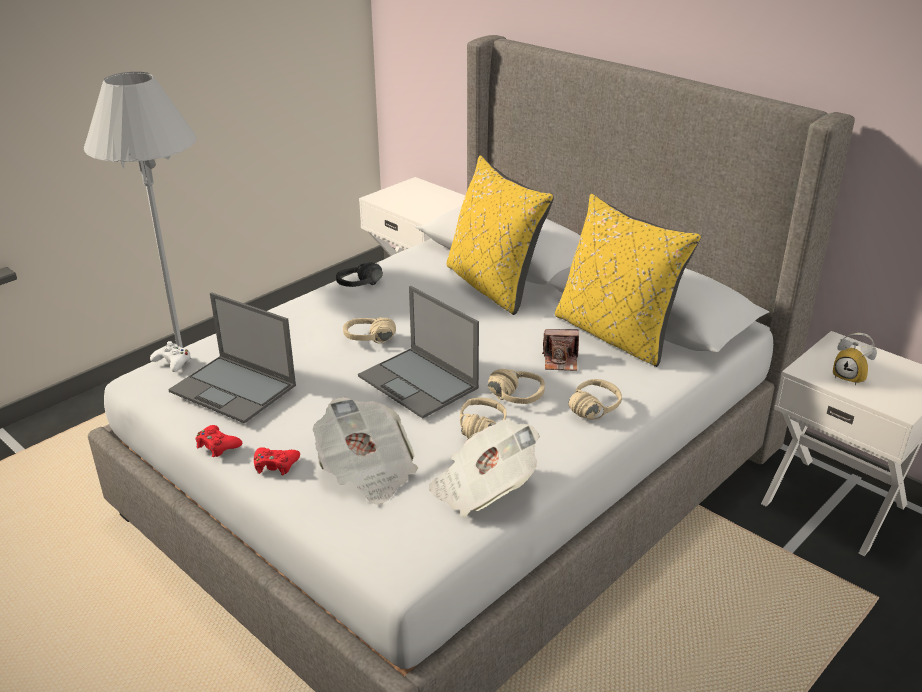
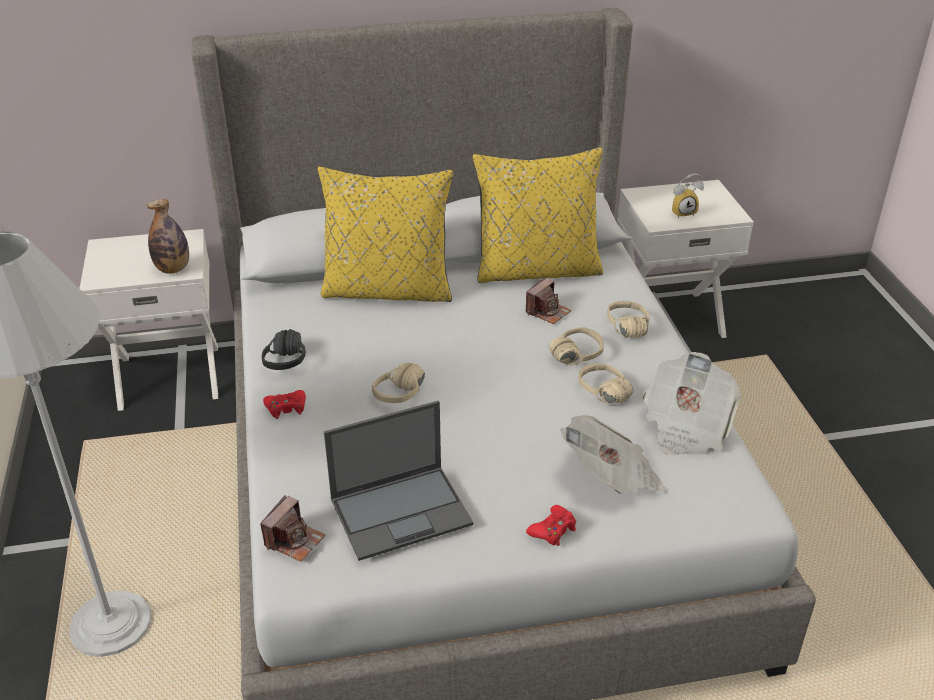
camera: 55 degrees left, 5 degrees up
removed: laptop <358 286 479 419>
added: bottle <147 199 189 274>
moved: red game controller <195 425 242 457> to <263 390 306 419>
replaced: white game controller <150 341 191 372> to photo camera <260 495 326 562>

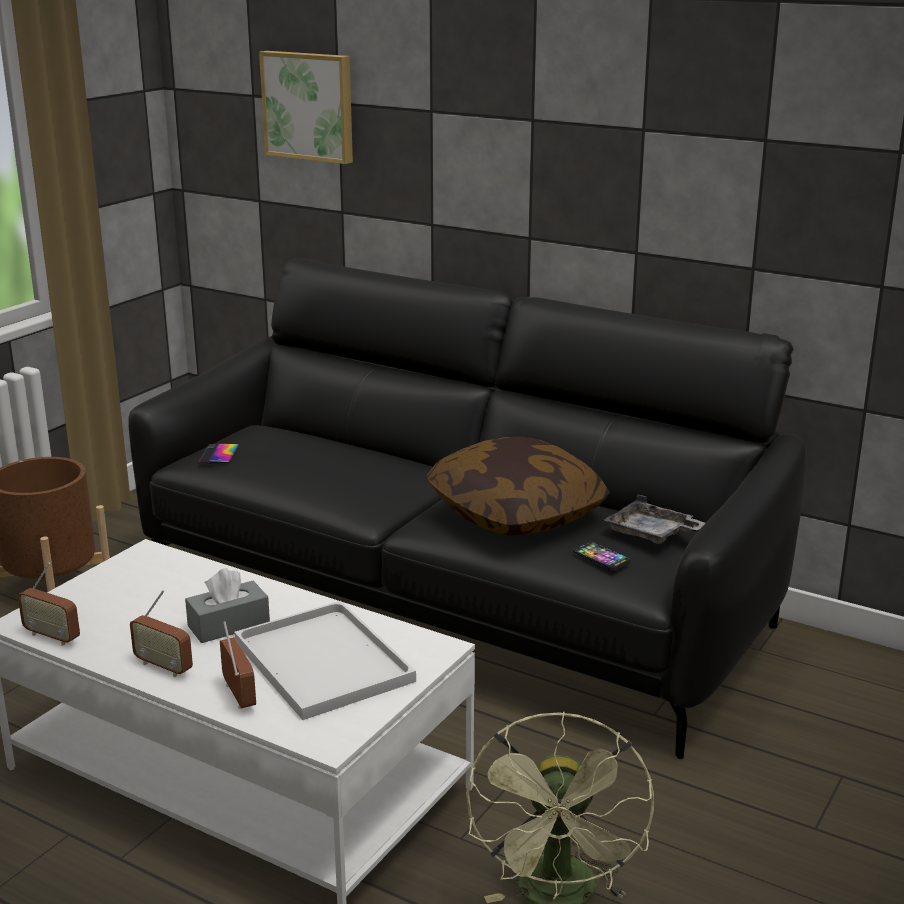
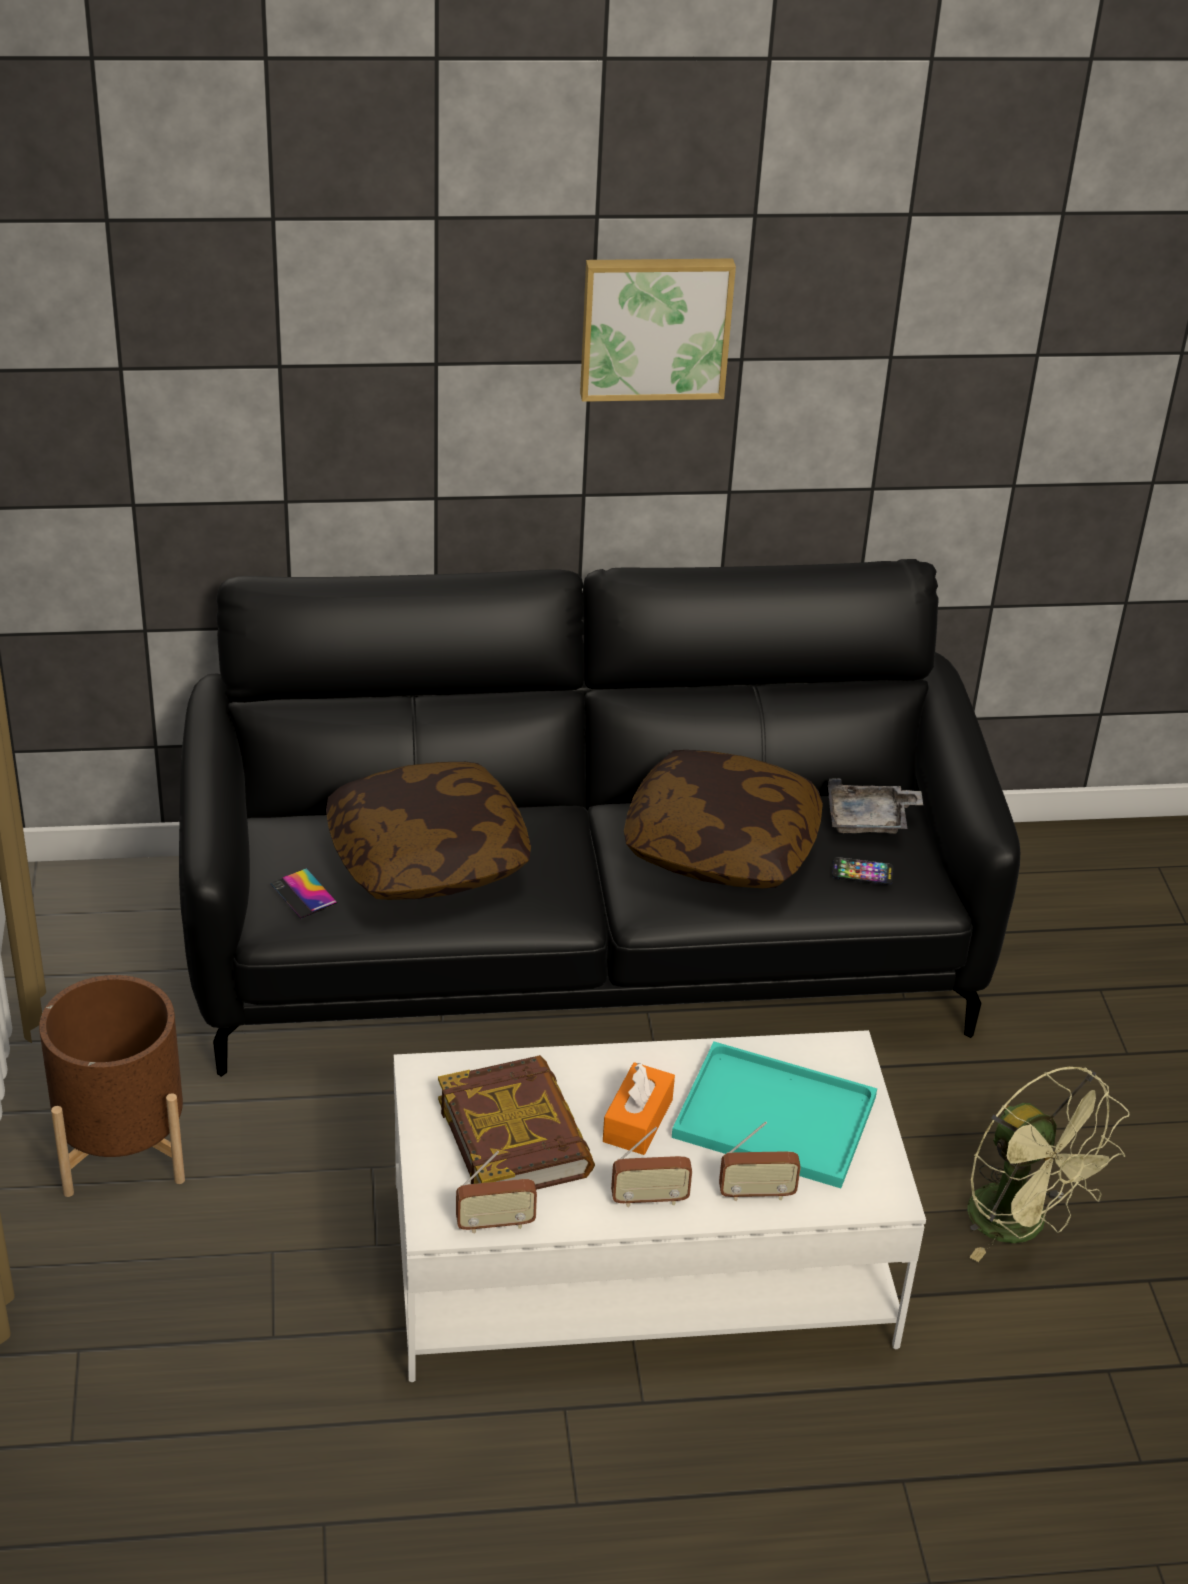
camera: 40 degrees left, 15 degrees up
added: pillow <326 762 531 900>; book <438 1055 595 1190>
moved: picture <259 51 353 164> to <580 259 736 402>
recoloured: grey tissue box <185 568 270 643> to orange tissue box <603 1062 675 1155>; white tray <234 601 416 720> to turquoise tray <672 1042 877 1188>
turned: radio <220 621 256 709> = <719 1121 801 1201> 150 degrees clockwise

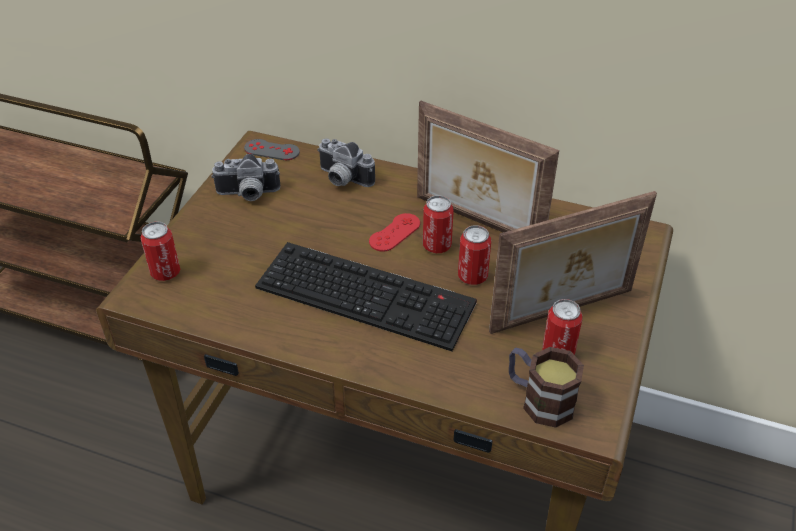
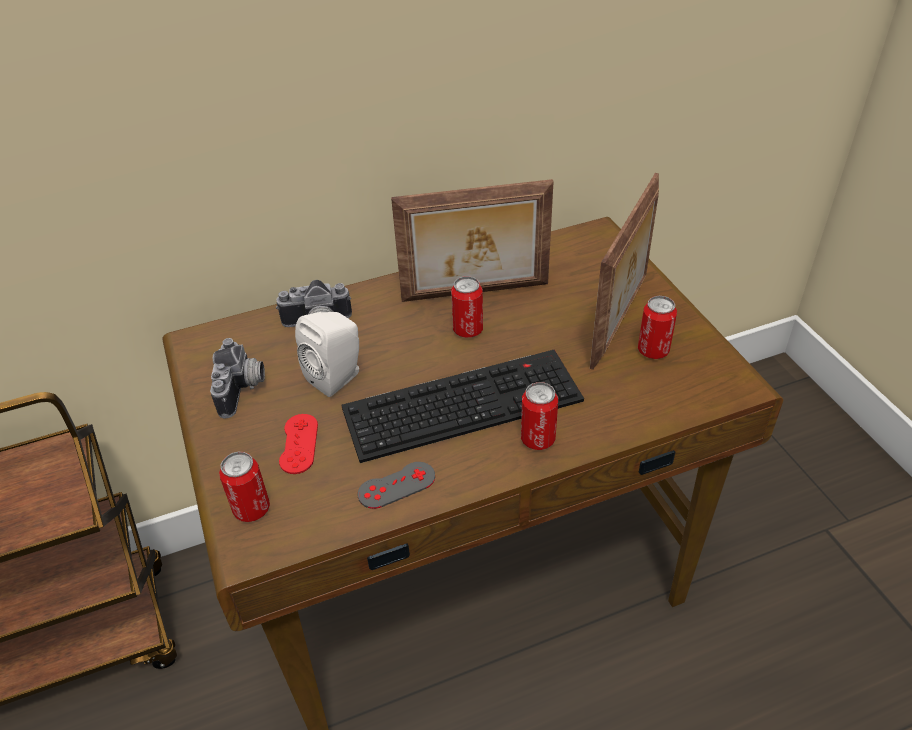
camera: 40 degrees left, 0 degrees up
removed: mug <509 347 584 428>
added: white speaker <295 312 359 397>
moved: grey game controller <244 139 300 160> to <358 462 435 509>; red game controller <369 213 420 252> to <279 414 318 474>; can <458 225 491 285> to <521 382 558 450>
turned: photo camera <211 154 280 201> = <210 338 265 419> 45 degrees counterclockwise

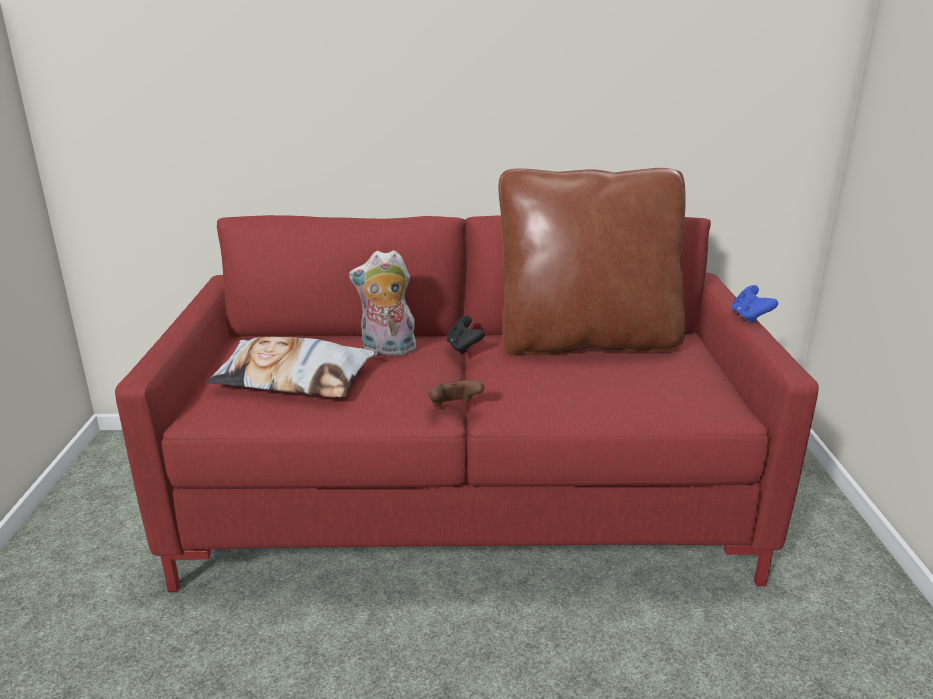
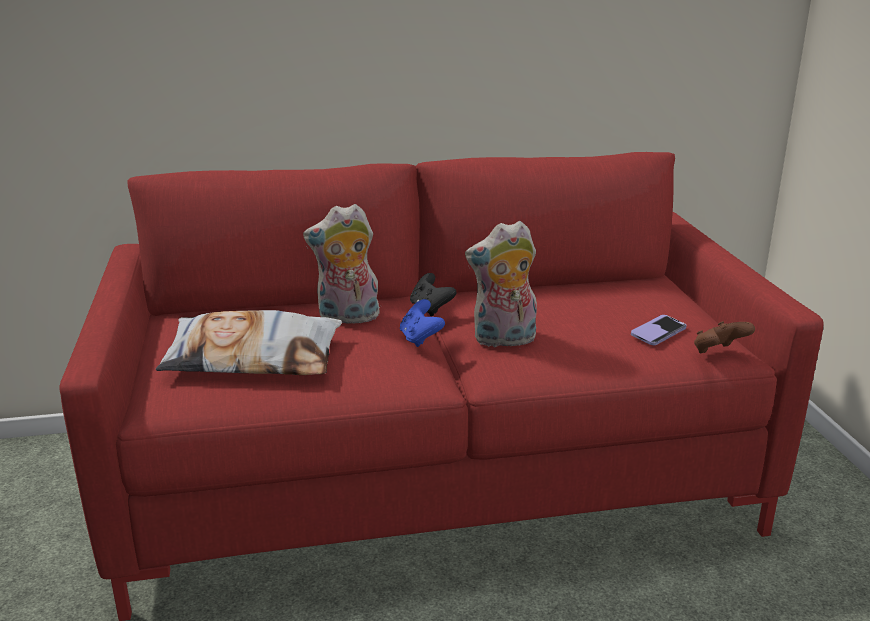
camera: 10 degrees left, 0 degrees up
removed: brown pillow <499 168 686 355>
added: plush toy <465 221 537 347>; phone <631 315 687 345>
moved: brown game controller <428 378 484 407> to <694 321 755 353>; blue game controller <732 285 778 323> to <400 299 445 347>

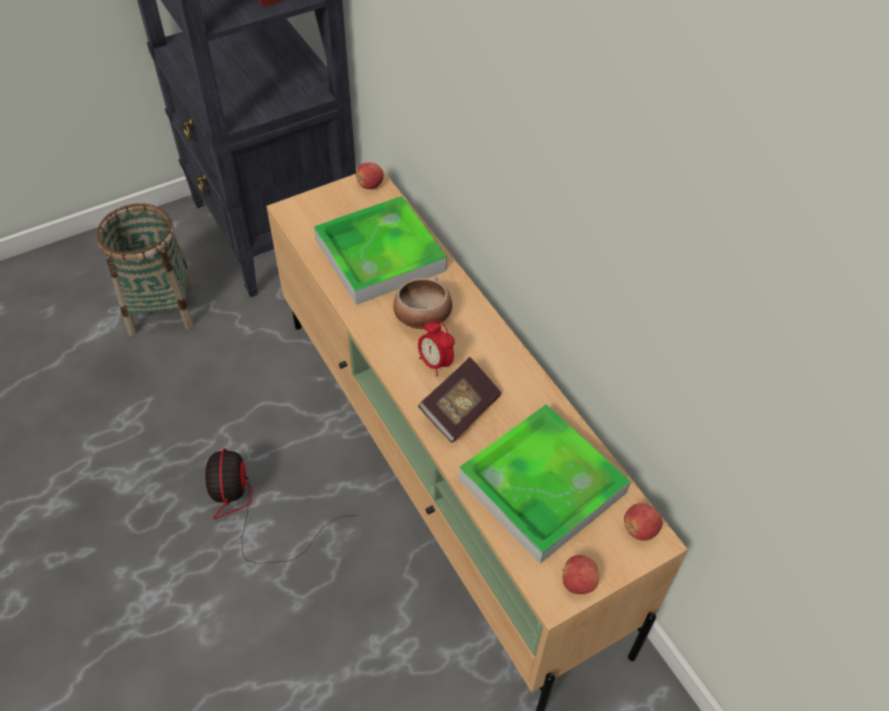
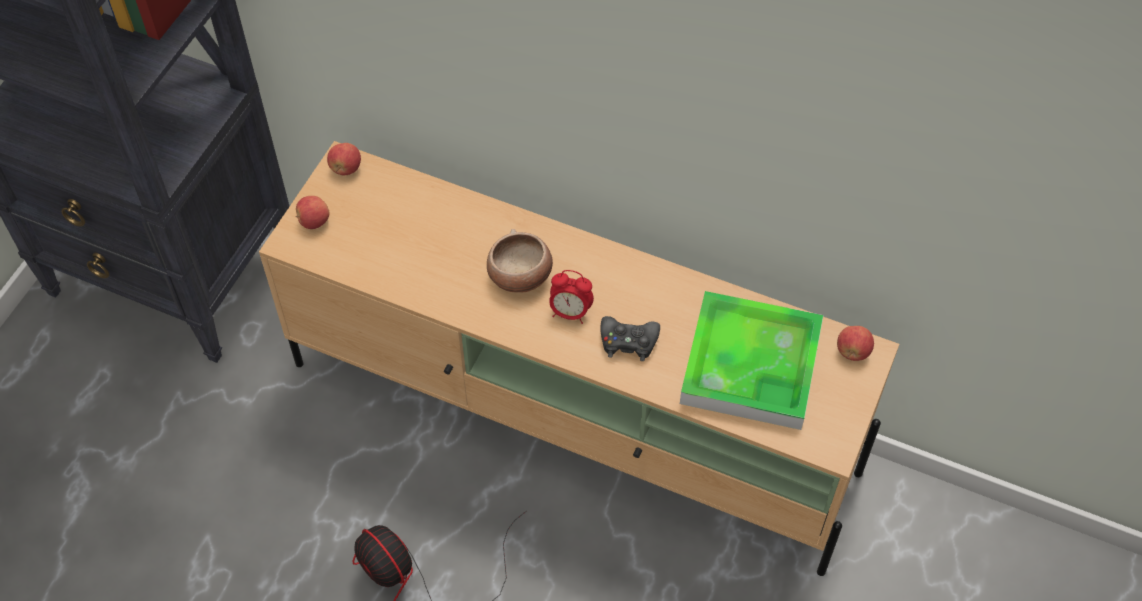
camera: 35 degrees left, 5 degrees up
removed: basket <96 203 194 337>; tray <314 196 447 305>
moved: apple <562 555 599 594> to <296 196 330 229>
replaced: book <418 357 501 443> to black game controller <600 316 660 361>

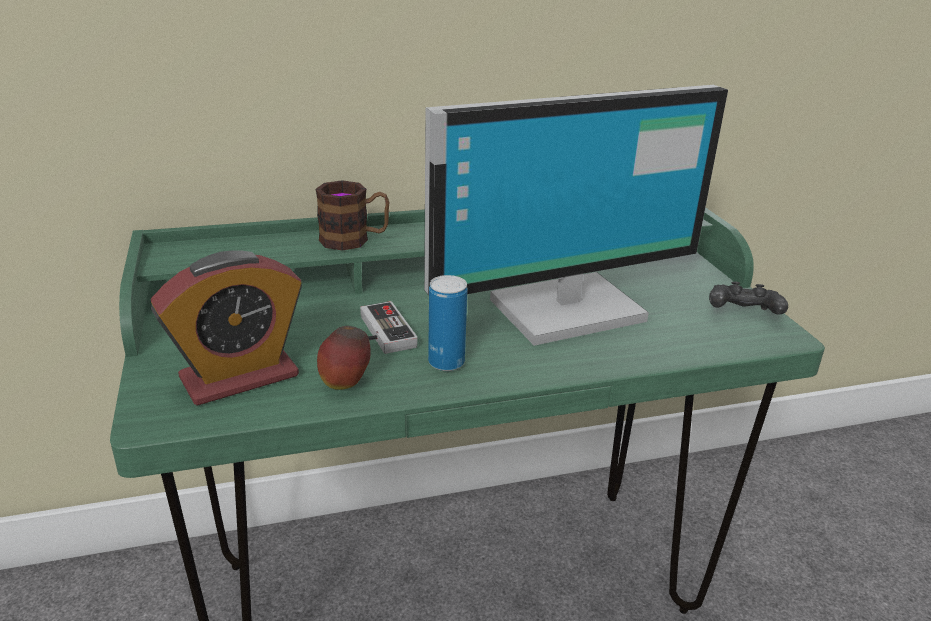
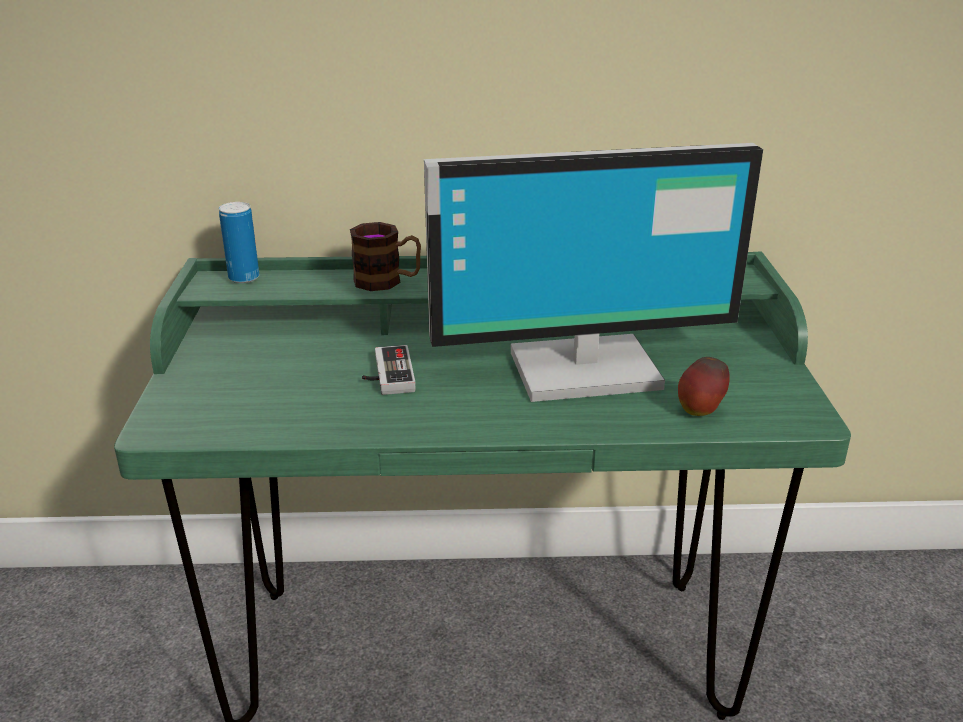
camera: 15 degrees right, 0 degrees up
removed: alarm clock <151 250 302 406>; black game controller <709 282 788 314>
moved: apple <317 326 371 390> to <678 357 730 416>; can <428 275 468 371> to <219 202 259 283>

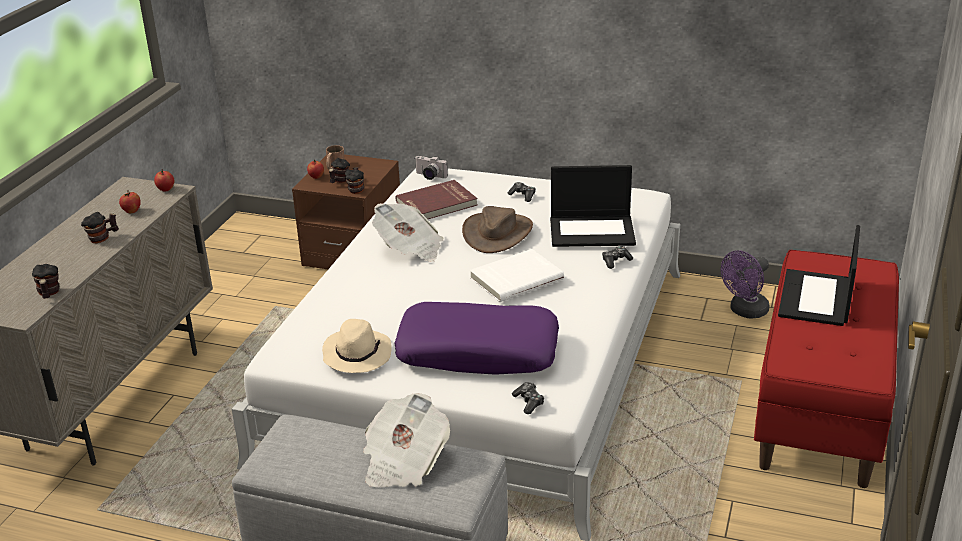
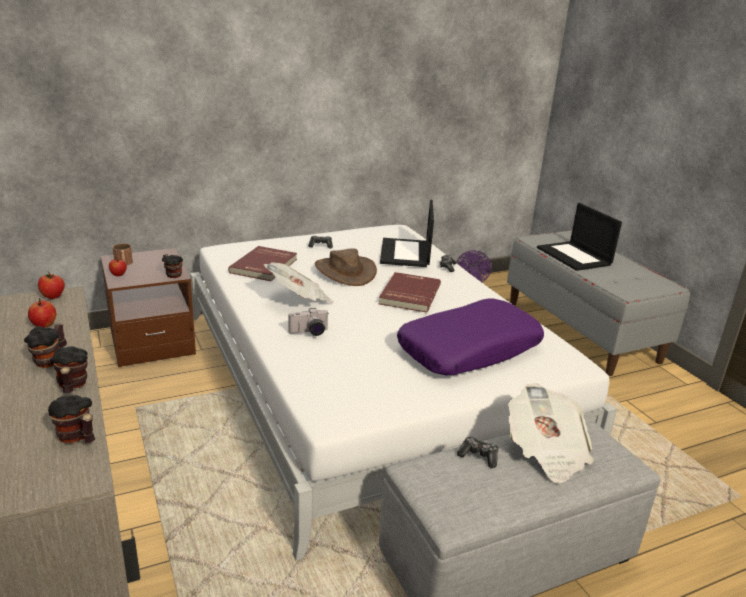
camera: 45 degrees left, 5 degrees down
removed: beige hat <322 319 391 373>
moved: mug <329 158 350 183> to <52 346 88 393>; photo camera <415 156 448 180> to <288 308 328 336>; game controller <512 382 544 414> to <457 436 498 468>
recoloured: white book <470 249 564 302> to red book <379 272 441 313>; red bench <754 250 899 488> to grey bench <507 231 690 376>
turned: laptop <550 165 636 247> = <380 200 434 267> 135 degrees clockwise

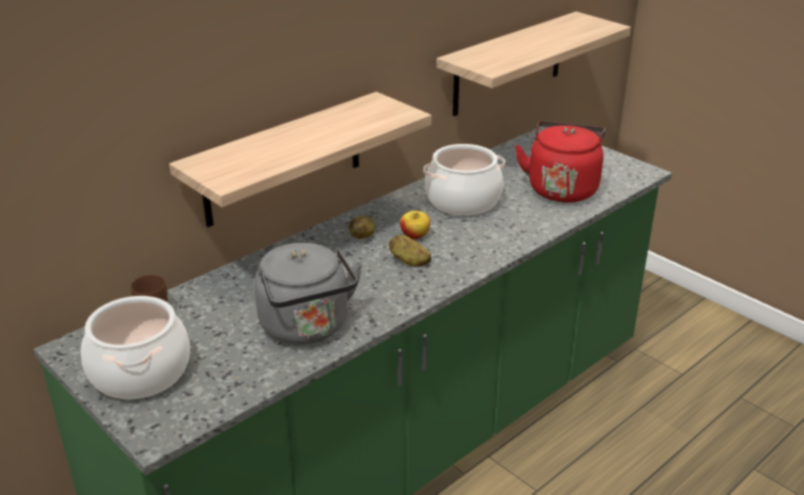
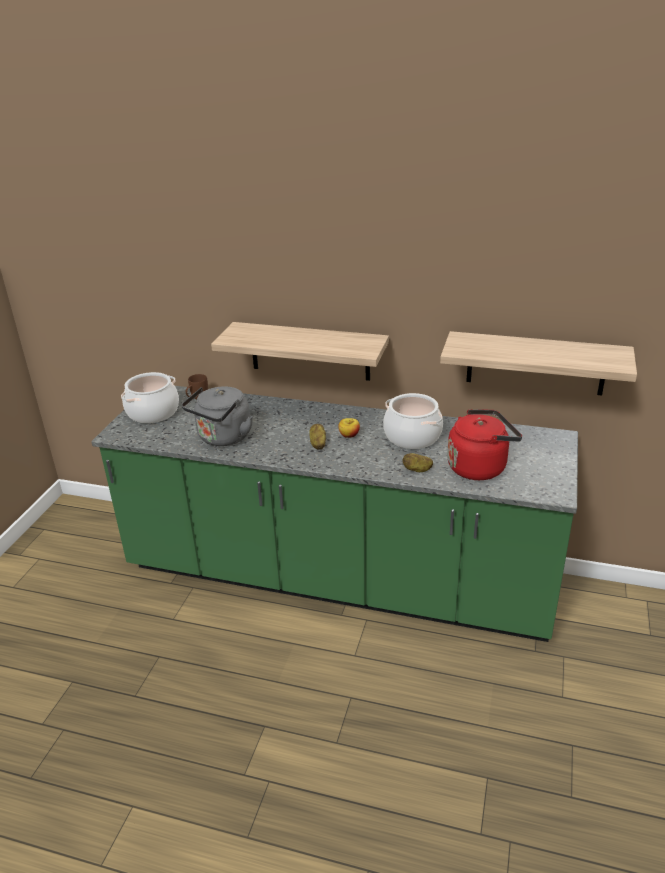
camera: 60 degrees right, 0 degrees up
moved: potato <349 216 375 239> to <402 453 433 472>

